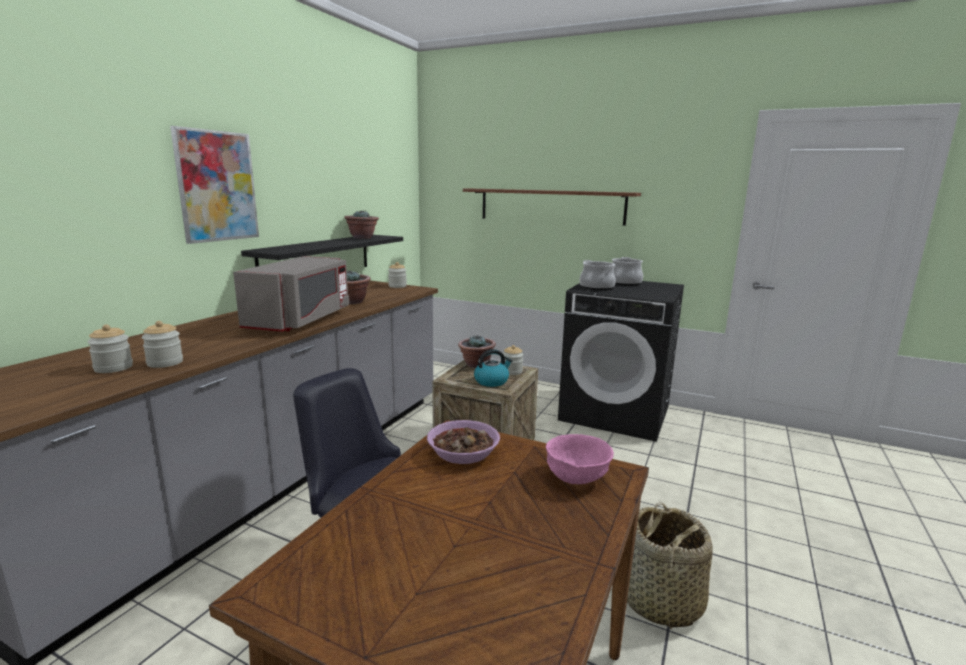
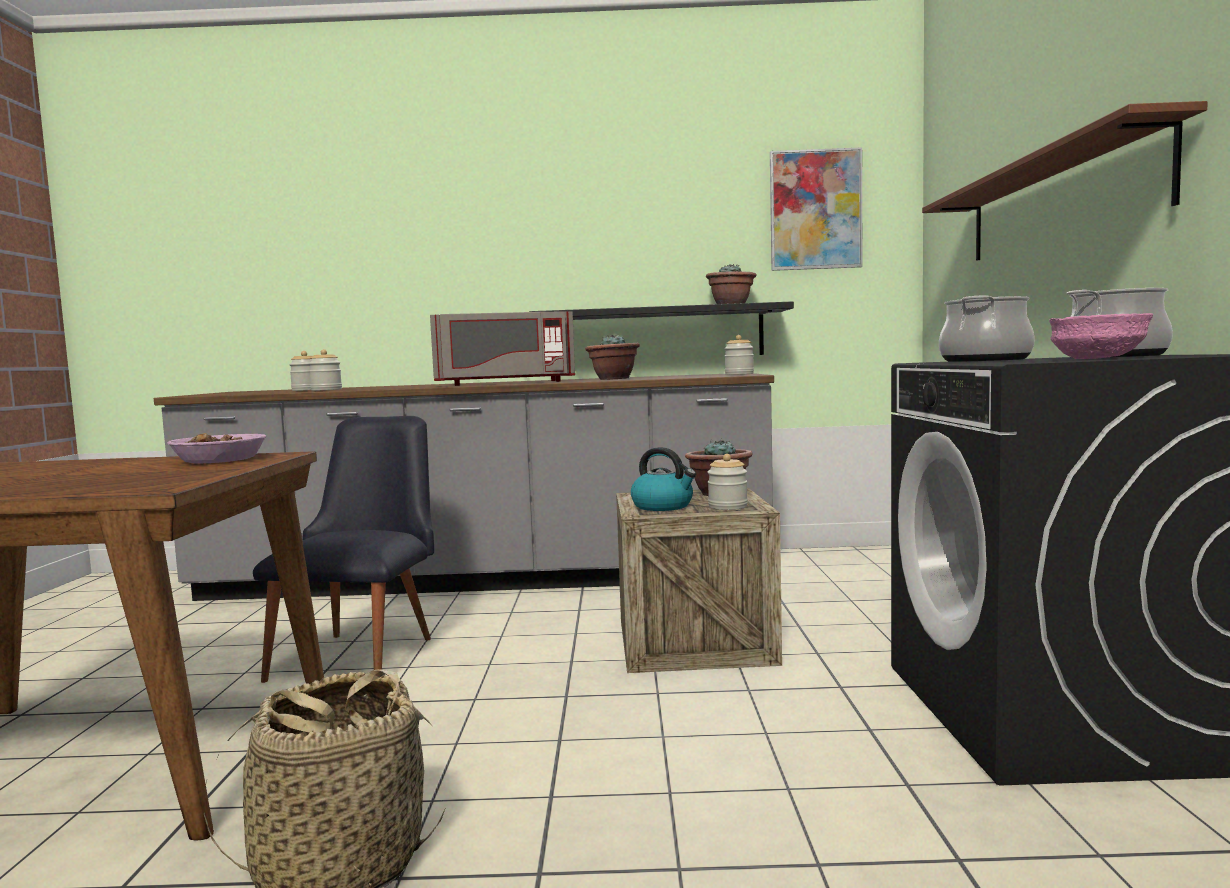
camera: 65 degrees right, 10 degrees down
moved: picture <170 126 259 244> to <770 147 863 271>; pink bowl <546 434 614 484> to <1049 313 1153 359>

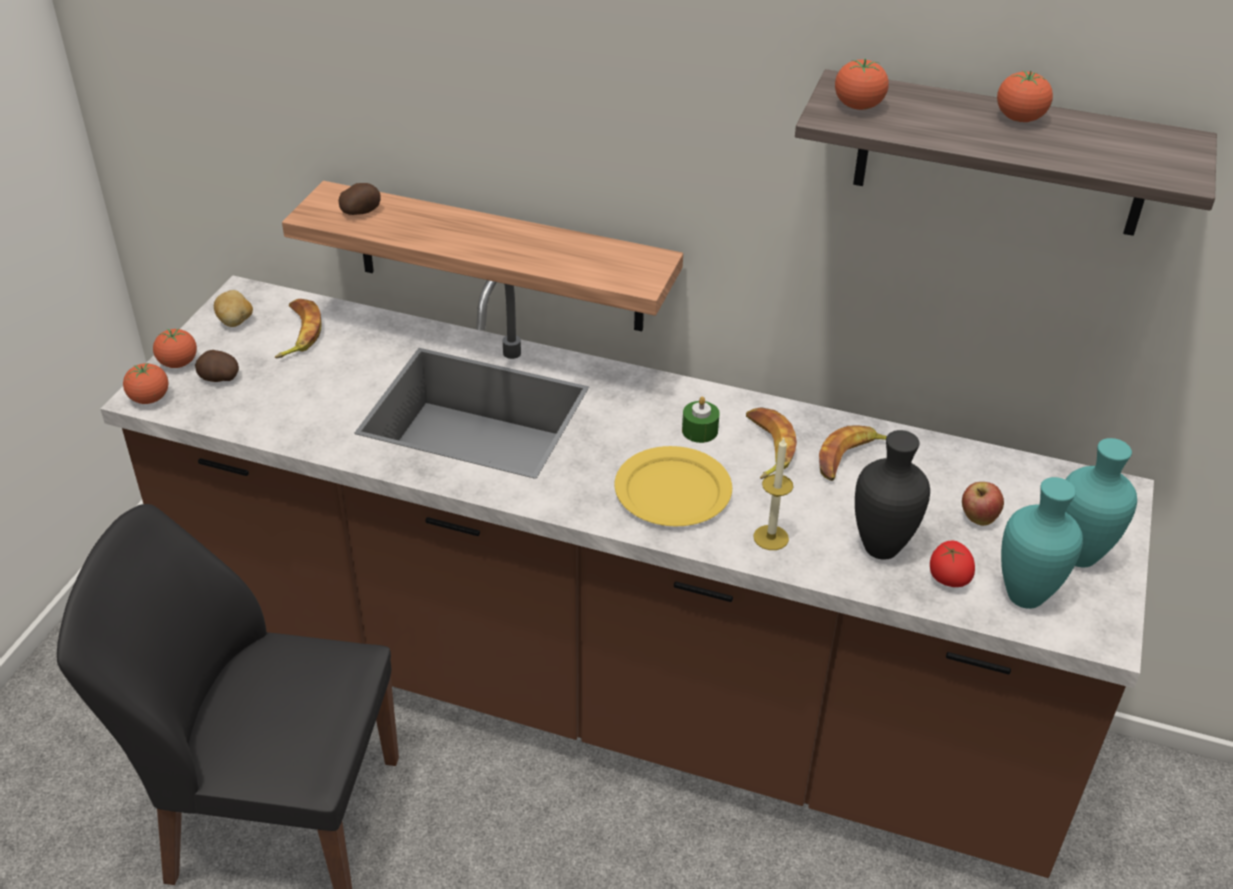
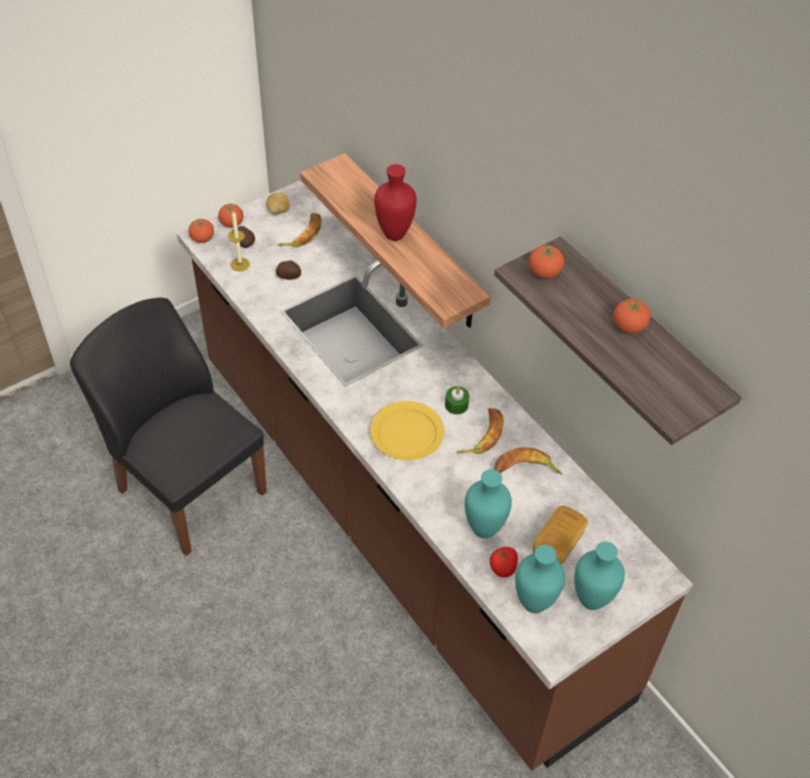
camera: 35 degrees right, 10 degrees up
added: red vase <374 164 417 241>
moved: potato <338 183 381 215> to <276 261 301 280>; candle <753 437 793 550> to <228 211 250 271>
replaced: apple <962 482 1004 526> to bread <533 505 588 565>
recoloured: black vase <855 430 930 560> to turquoise vase <465 469 512 539>

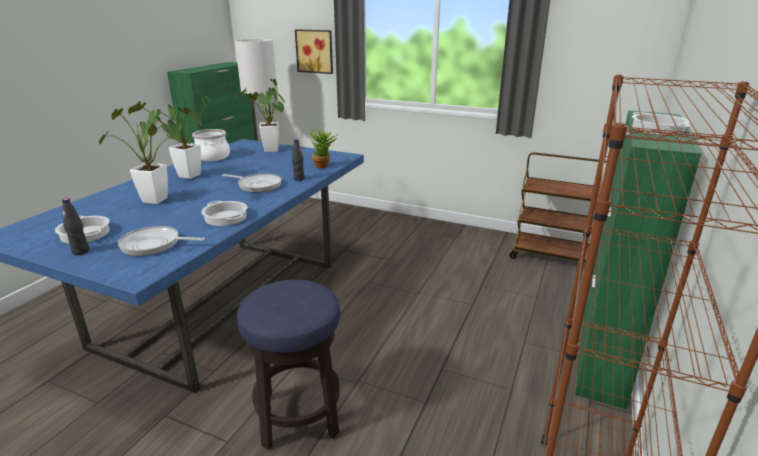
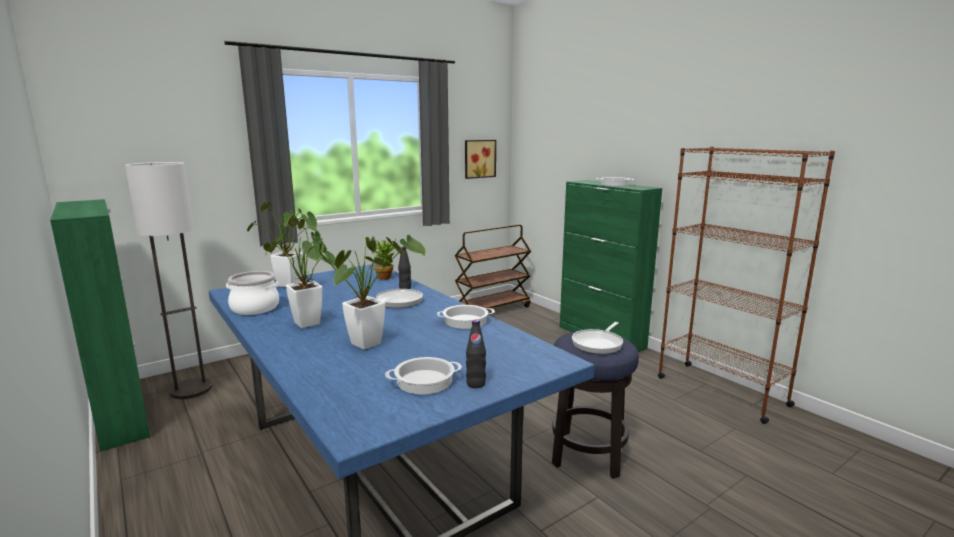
camera: 60 degrees left, 10 degrees down
moved: frying pan <118 226 205 256> to <572 322 623 354>; picture <295 29 333 74> to <465 140 496 179>

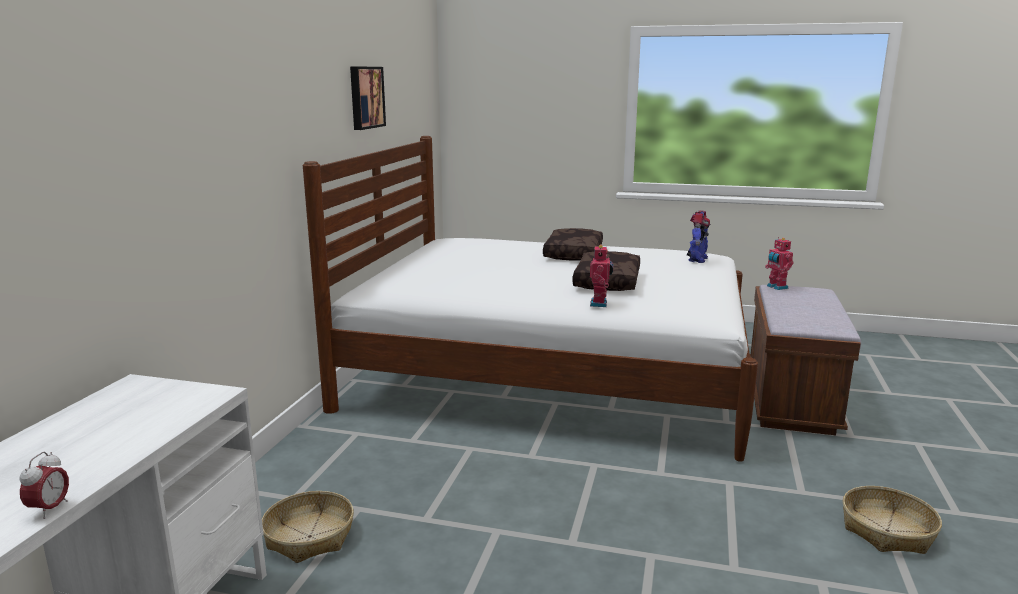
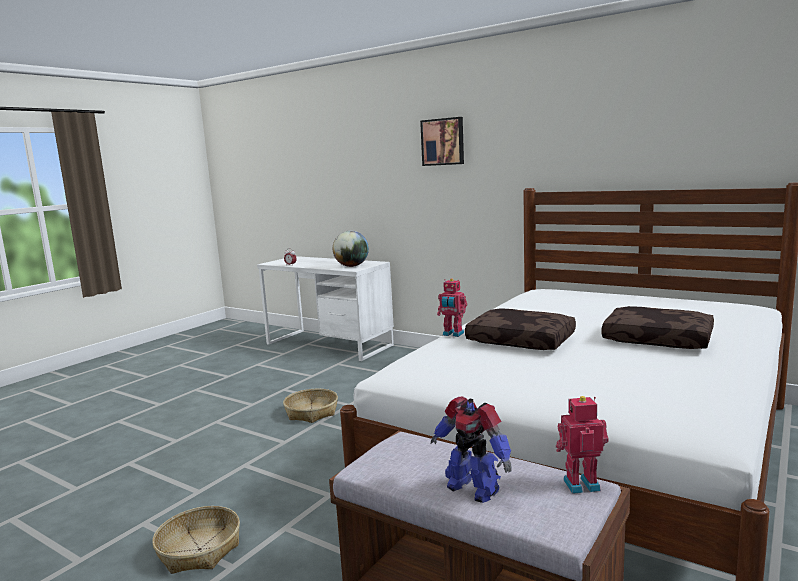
camera: 110 degrees right, 5 degrees down
added: globe <333 231 369 267>
moved: basket <262 491 354 563> to <283 389 338 423>; picture <350 66 386 130> to <420 117 464 166>; toy robot <687 211 710 263> to <431 397 512 503>

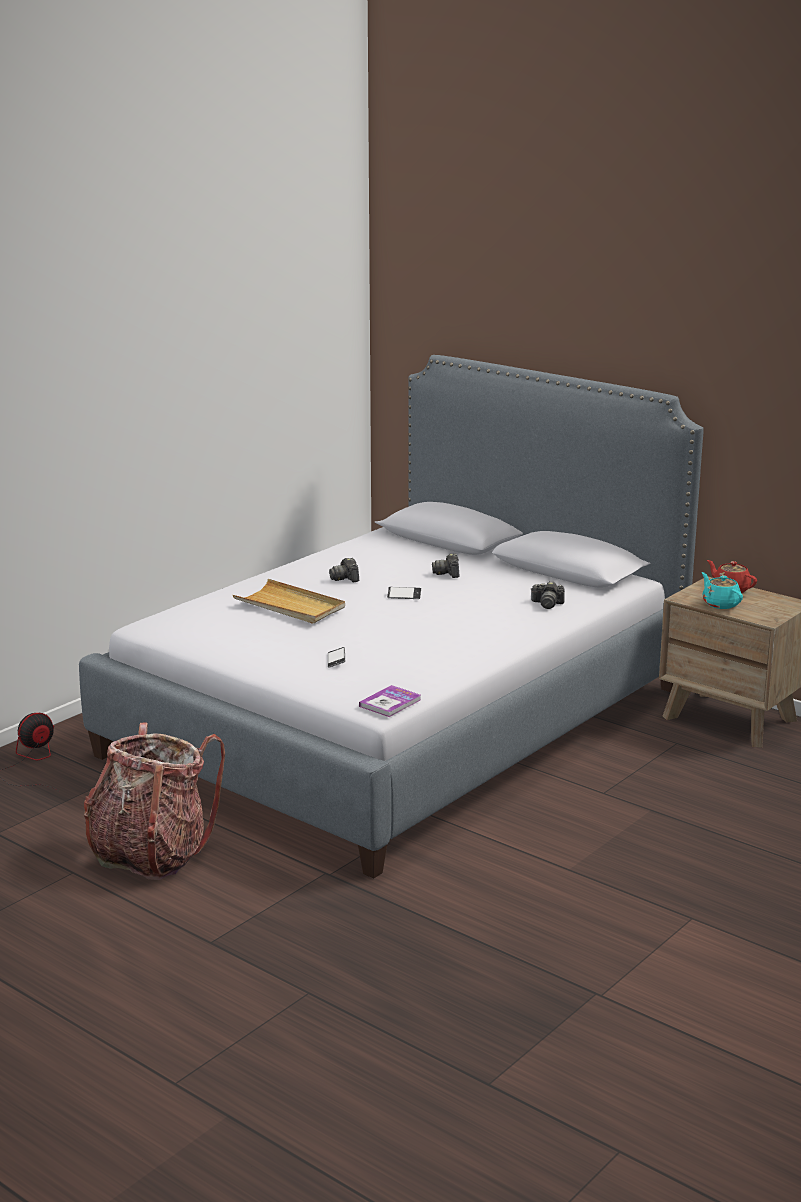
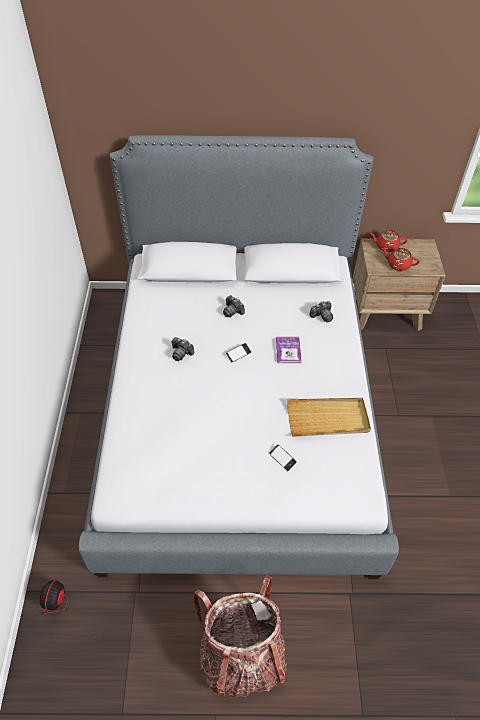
camera: 40 degrees left, 30 degrees up
moved: beige tray <233 579 345 624> to <287 398 371 437>; book <359 685 421 717> to <276 337 302 363>
recoloured: turquoise teapot <702 572 743 609> to red teapot <382 248 420 271>

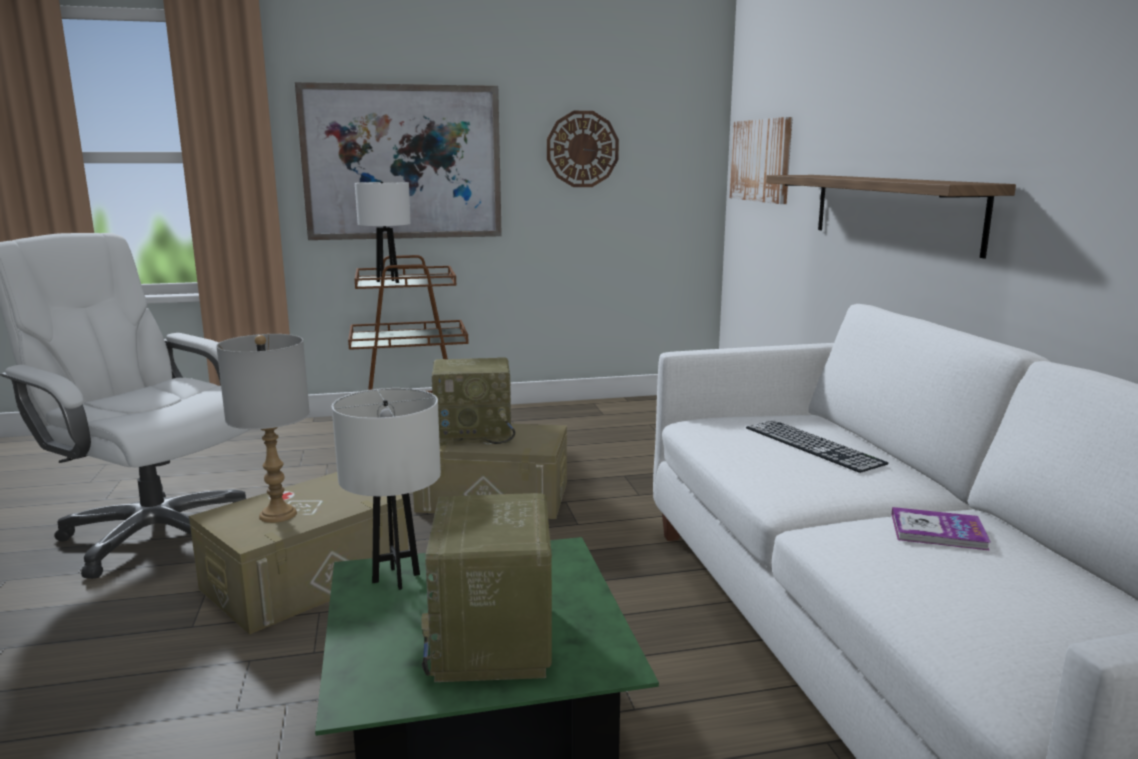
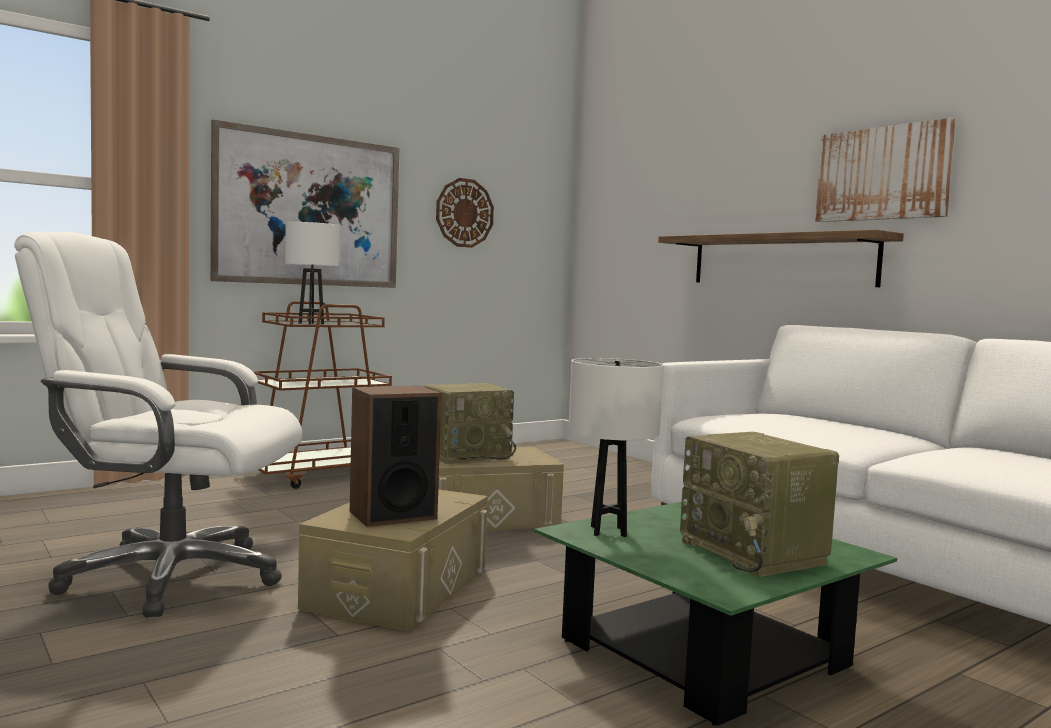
camera: 25 degrees left, 10 degrees down
removed: keyboard <746 420 889 473>; book <891 507 990 551>
moved: picture <730 117 793 204> to <815 118 956 222>
replaced: grey table lamp <216 334 310 523> to speaker <350 386 441 527>

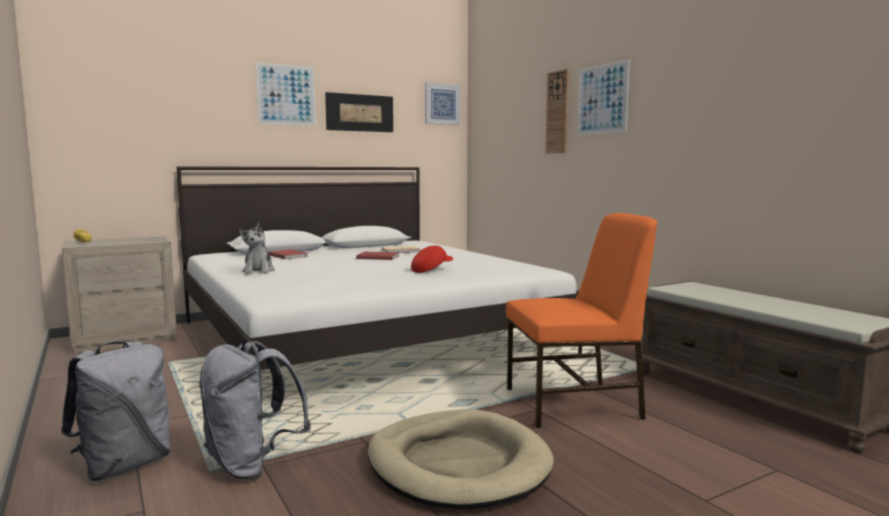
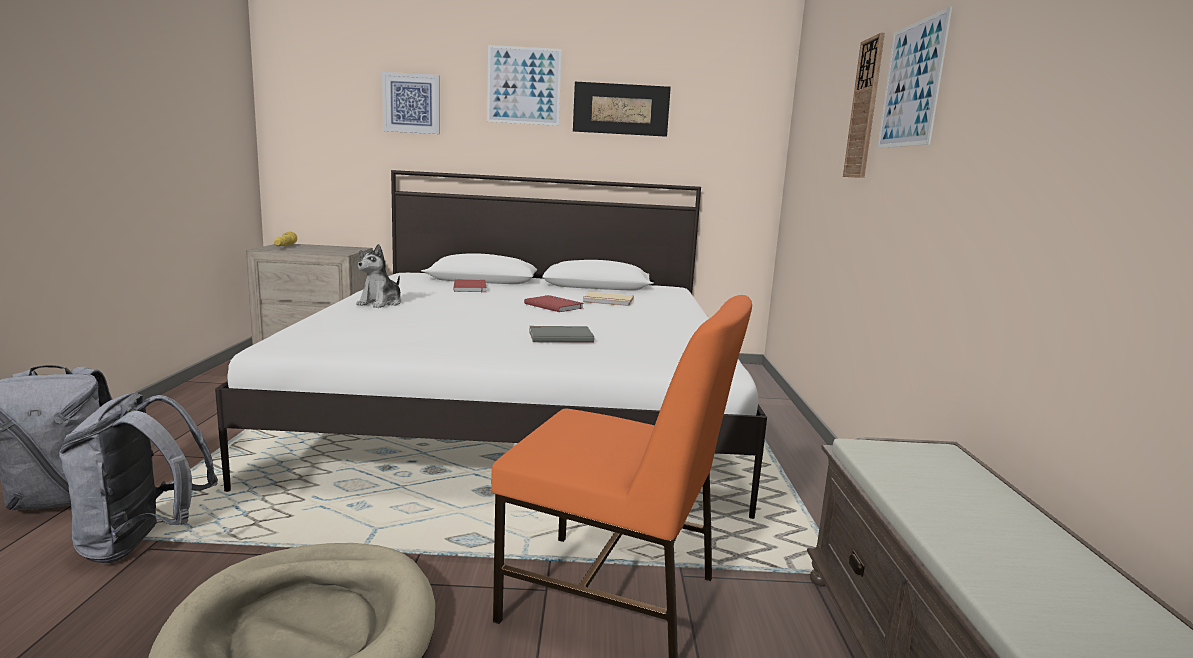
camera: 30 degrees right, 5 degrees up
moved: picture <425 82 460 125> to <382 72 440 134>
replaced: red cap <411 245 453 273> to grey book <529 326 594 343>

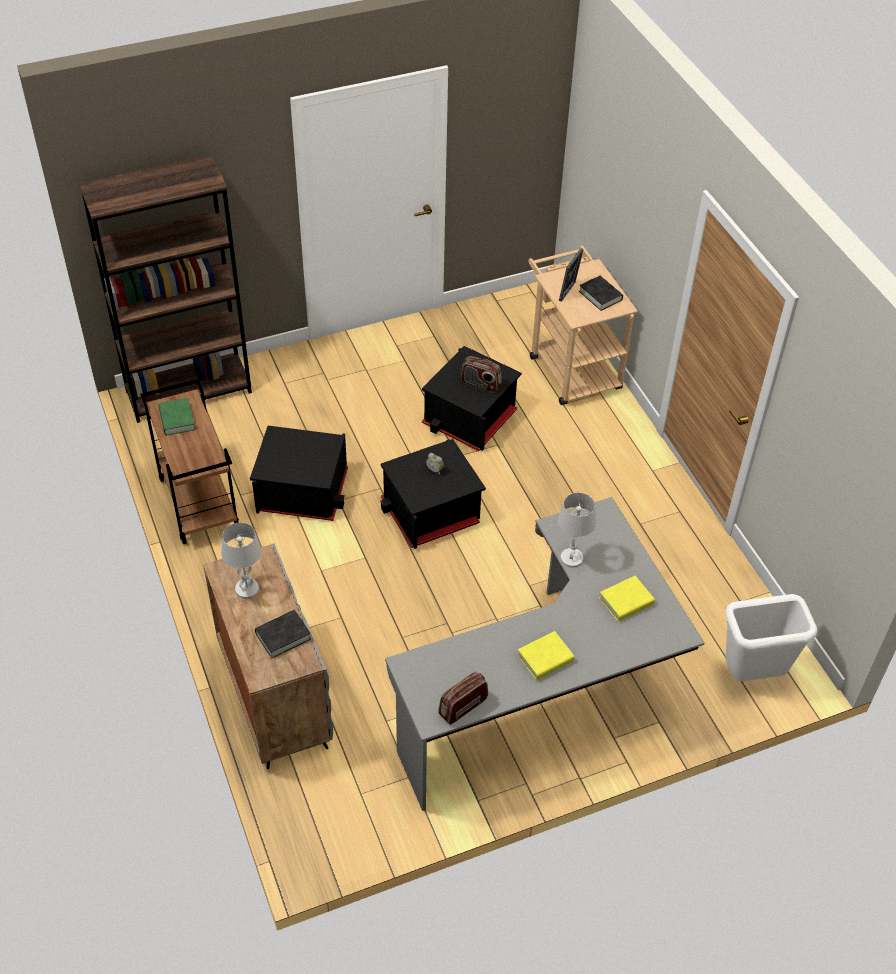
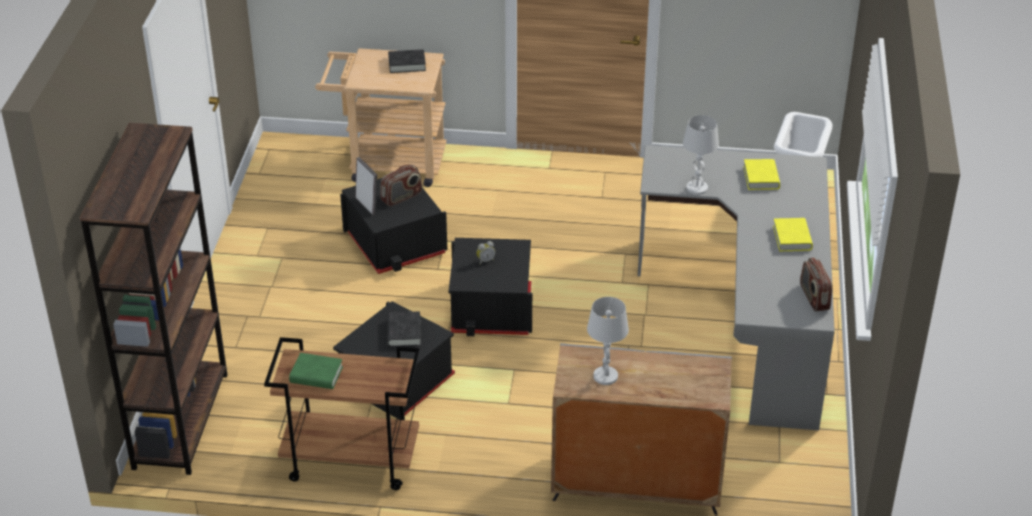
camera: 60 degrees left, 10 degrees down
moved: black book <255 610 311 659> to <387 311 421 347>; picture frame <559 248 583 302> to <355 157 377 216>

